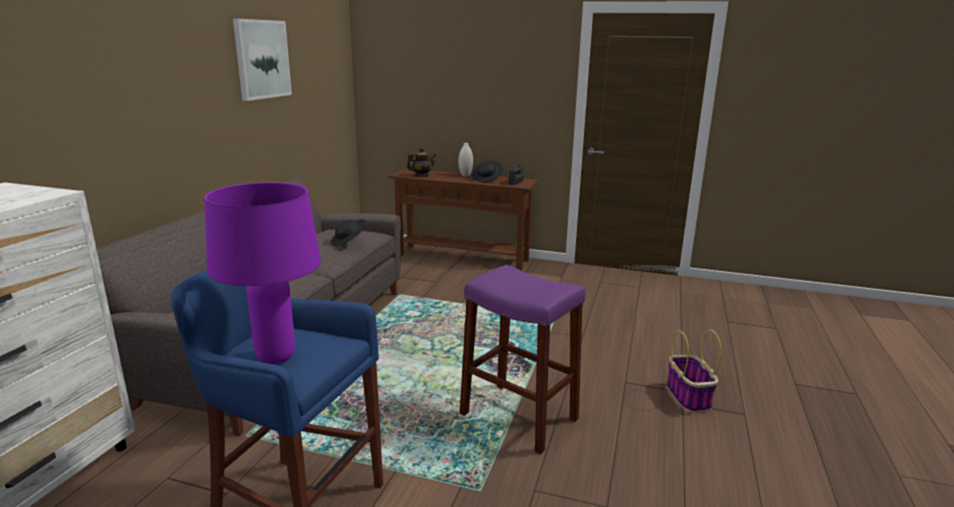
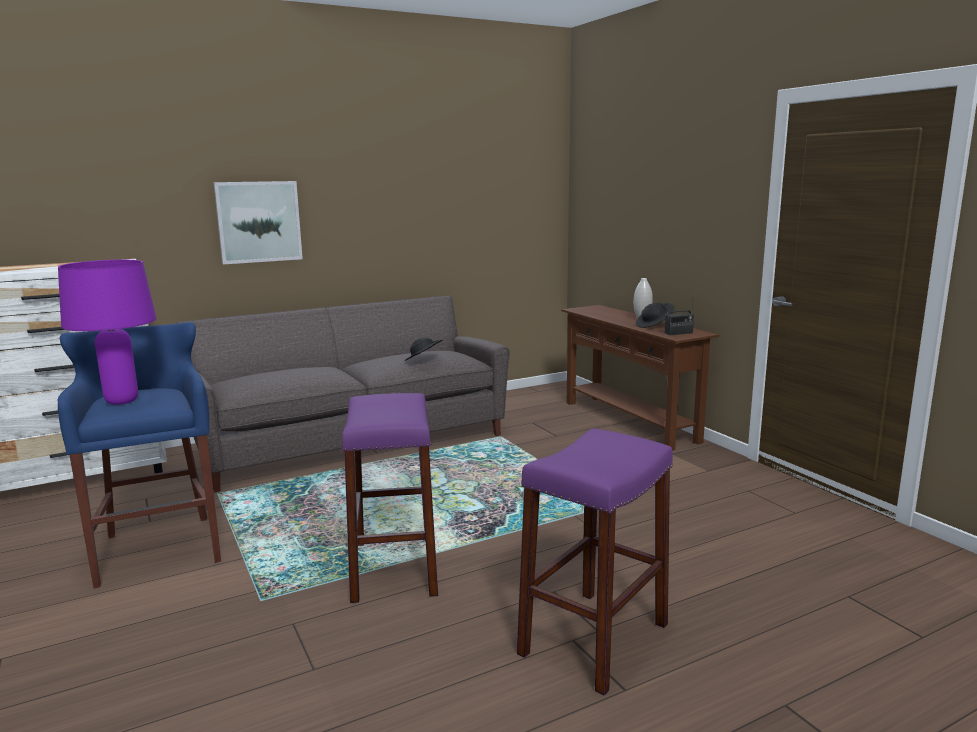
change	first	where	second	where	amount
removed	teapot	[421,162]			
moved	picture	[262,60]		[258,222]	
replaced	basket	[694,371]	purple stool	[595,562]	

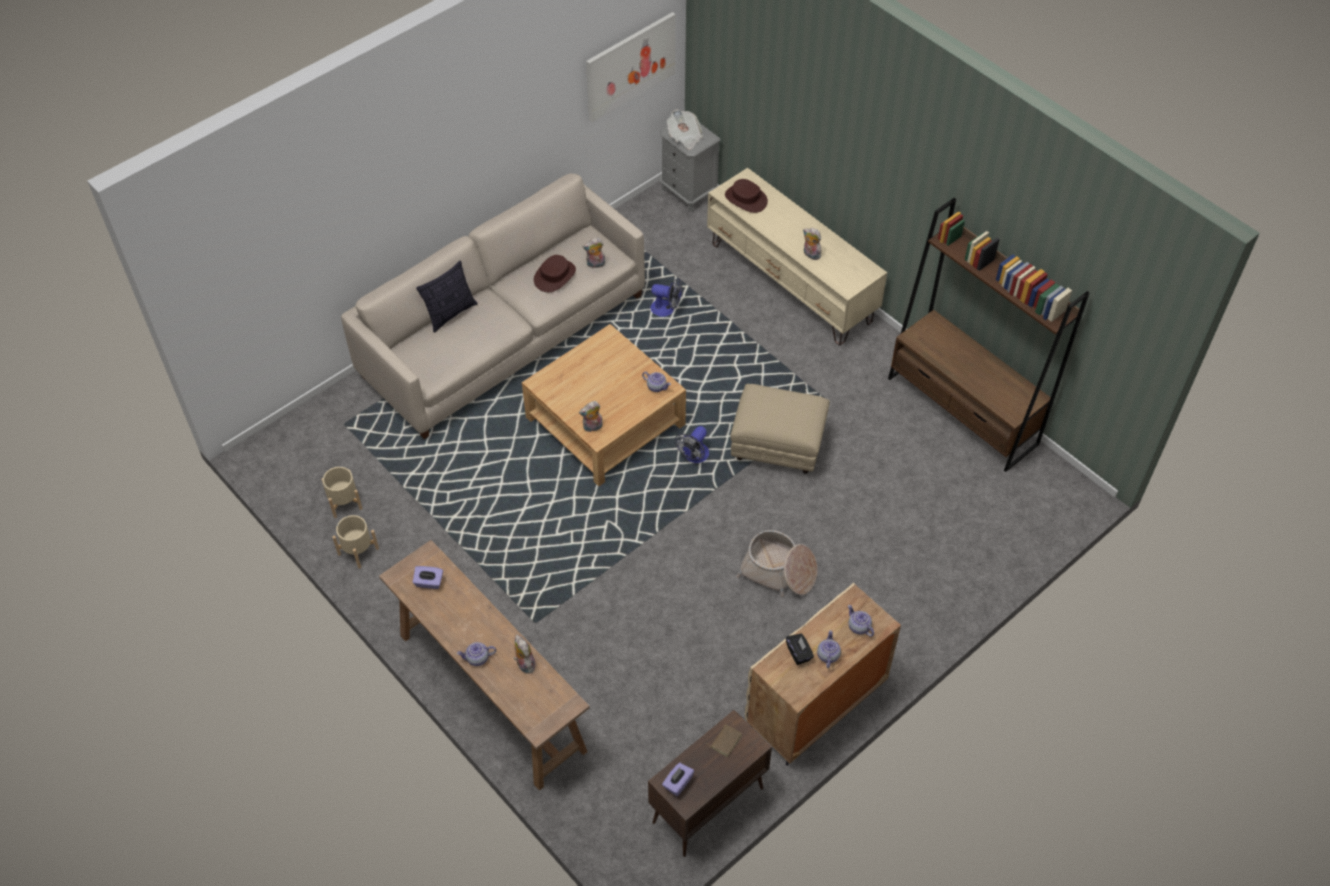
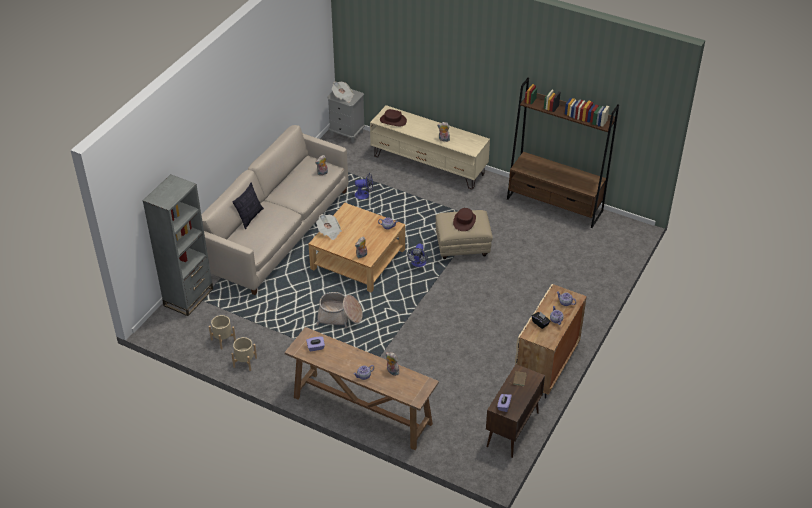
change	first	where	second	where	amount
removed	picture	[631,67]			
added			grey bookcase	[178,245]	
added			newspaper	[329,227]	
moved	brown hat	[555,273]		[464,219]	
moved	basket	[777,563]		[339,310]	

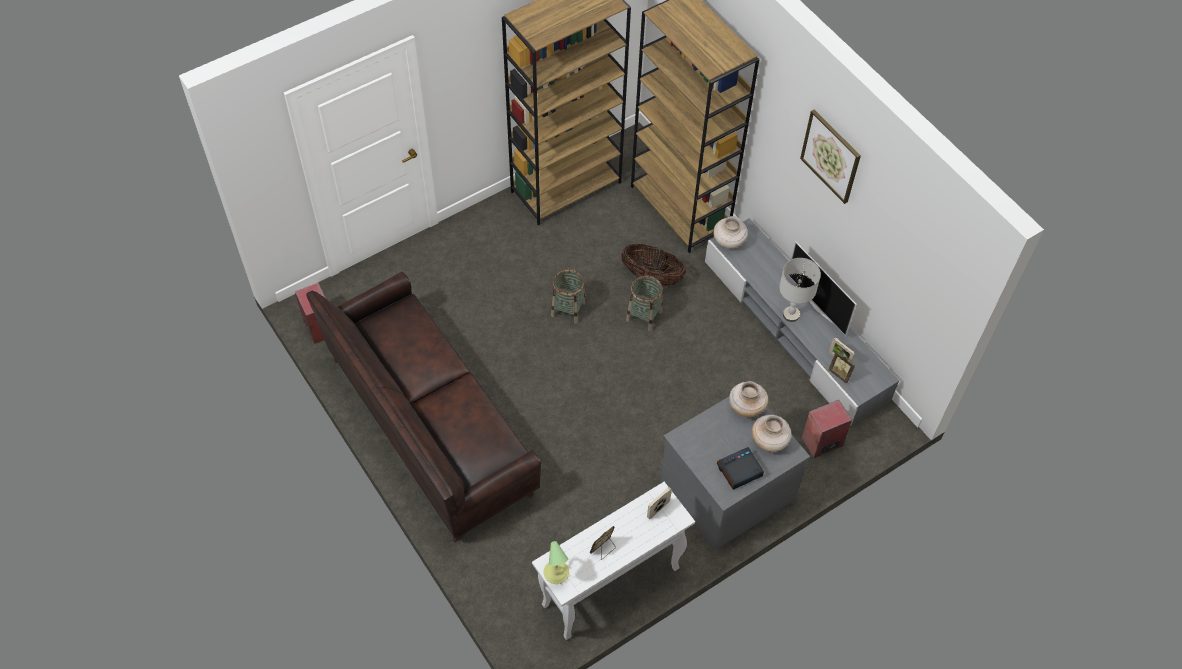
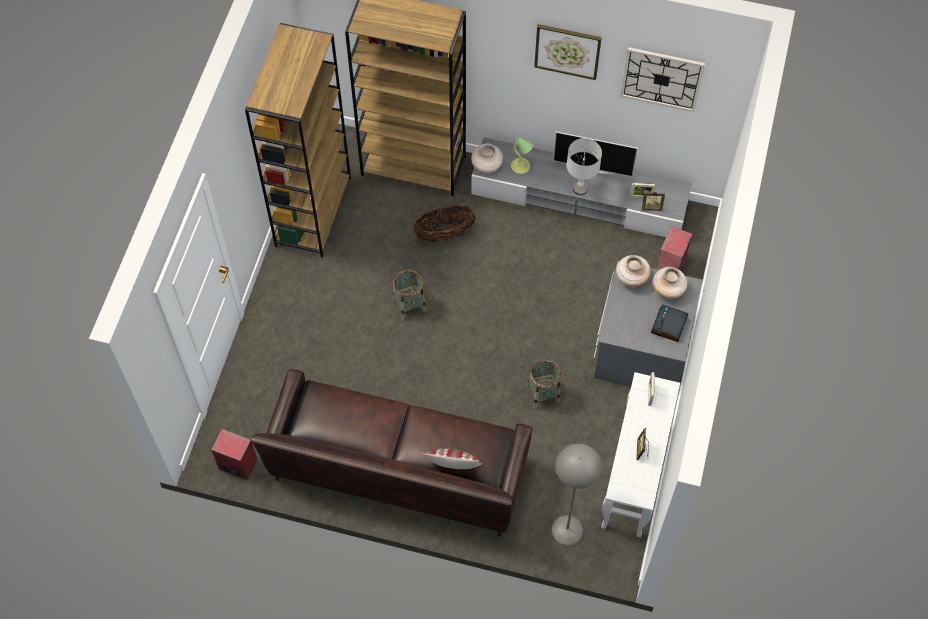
change	first	where	second	where	amount
added			pillow	[452,458]	
added			grey floor lamp	[577,494]	
added			wall clock	[662,79]	
moved	table lamp	[556,562]		[522,155]	
moved	basket	[644,303]		[544,384]	

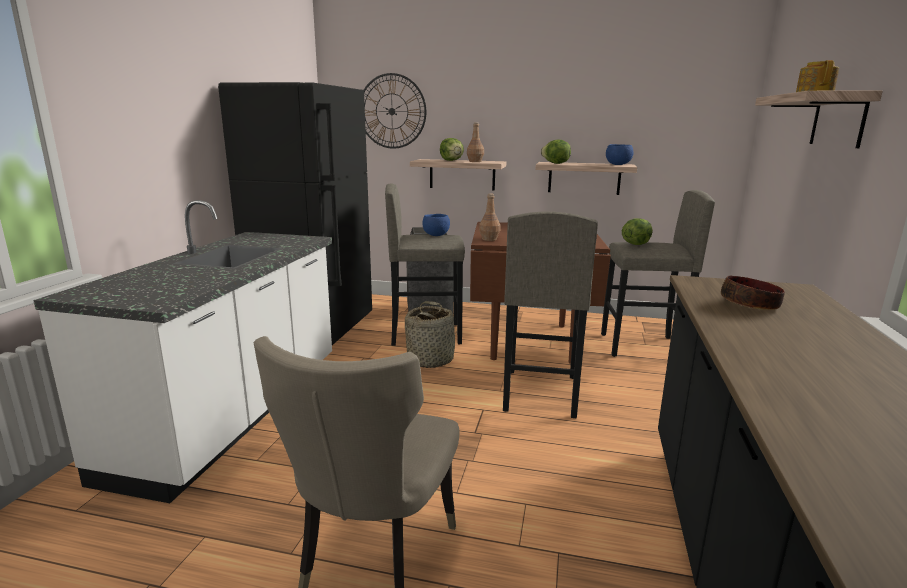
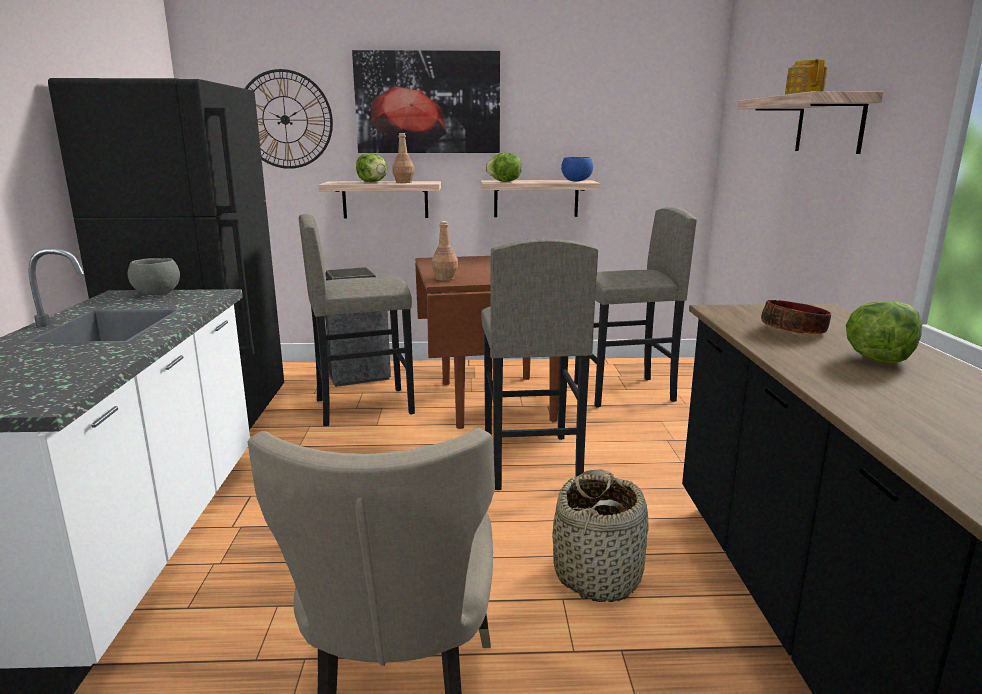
change	first	where	second	where	amount
removed	blue bowl	[436,225]			
added			grey bowl	[154,276]	
added			picture	[426,101]	
moved	basket	[431,334]		[600,535]	
moved	lettuce	[637,231]		[884,332]	

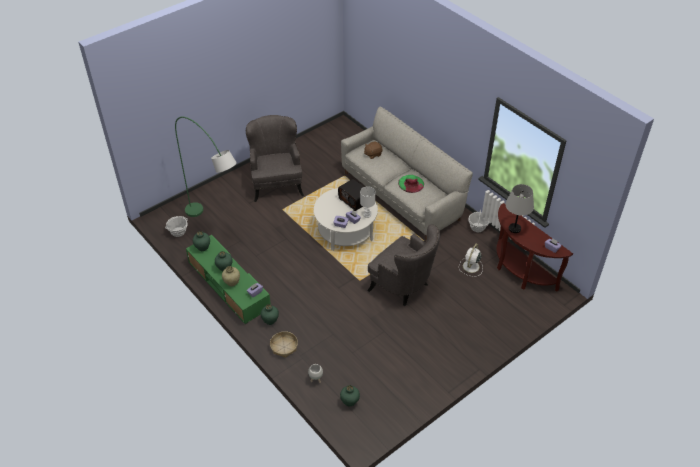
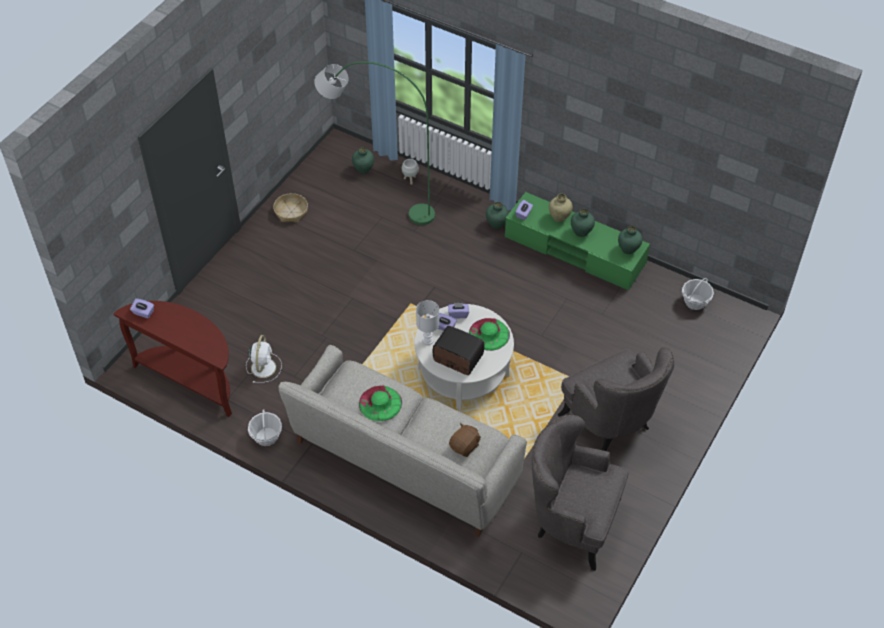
change	first	where	second	where	amount
removed	grey table lamp	[520,208]			
added			green hat	[489,334]	
moved	green floor lamp	[206,167]		[374,143]	
moved	basket	[284,344]		[290,207]	
moved	grey armchair	[404,265]		[580,493]	

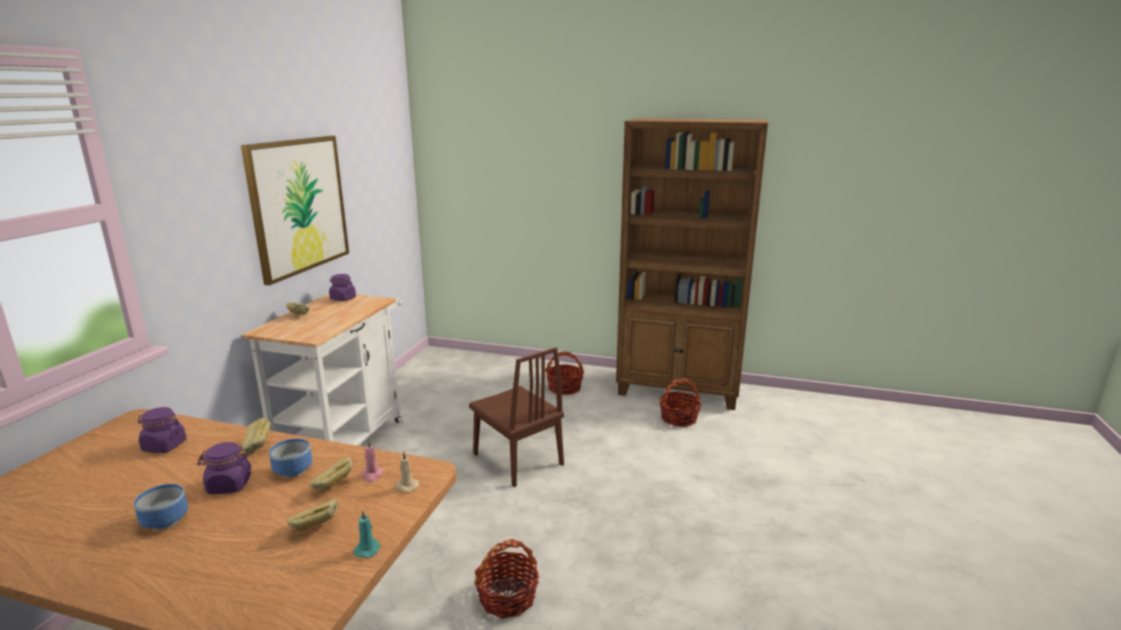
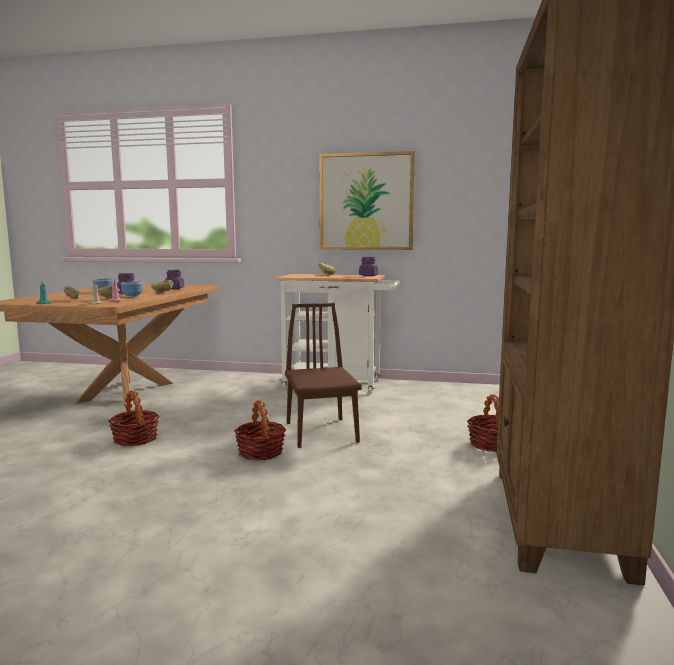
change	first	where	second	where	amount
moved	basket	[681,402]		[260,430]	
turned	brown chair	[516,417]		[323,375]	120 degrees clockwise

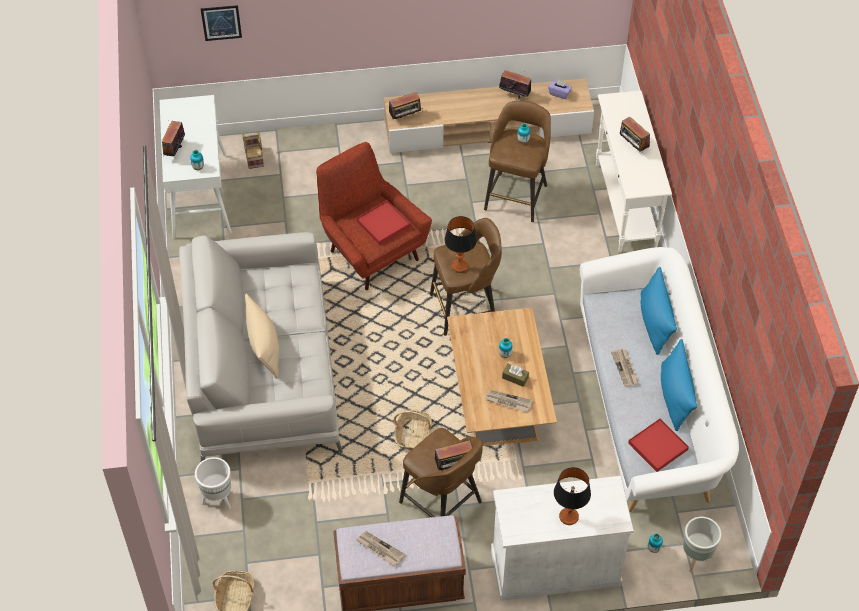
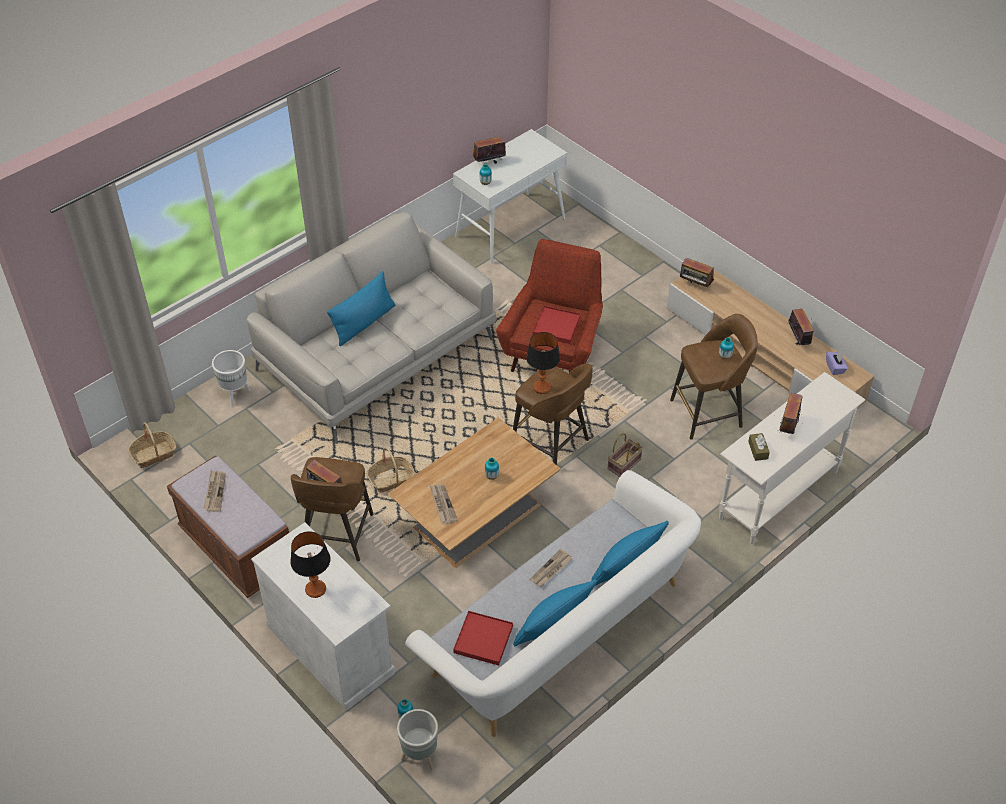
change	first	where	second	where	amount
removed	picture	[221,23]			
moved	basket	[253,150]		[625,455]	
moved	brown tissue box	[515,375]		[759,447]	
recoloured	beige pillow	[262,336]	blue pillow	[361,308]	

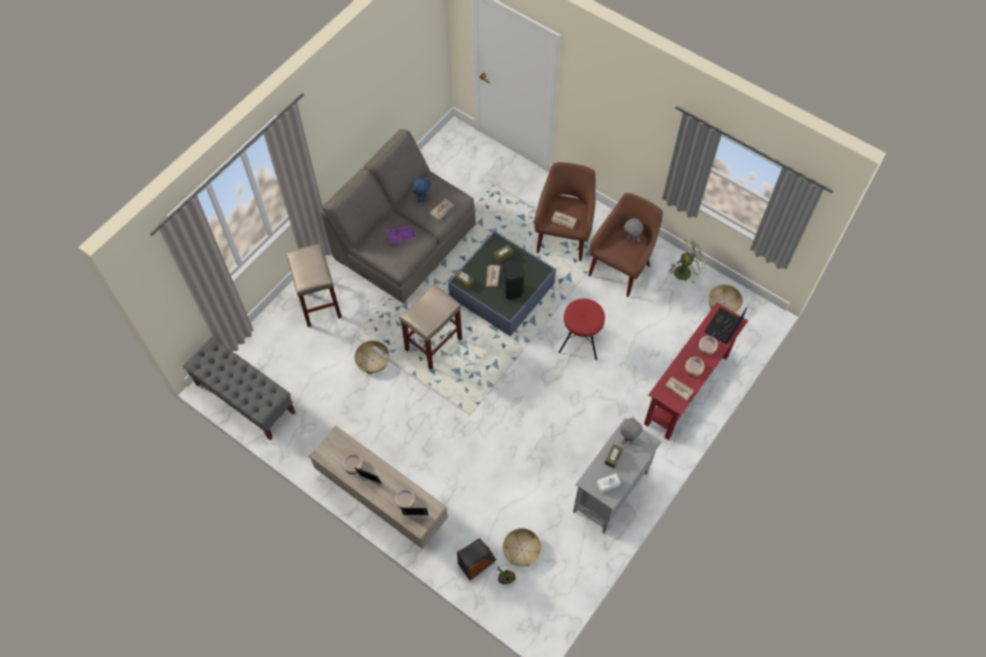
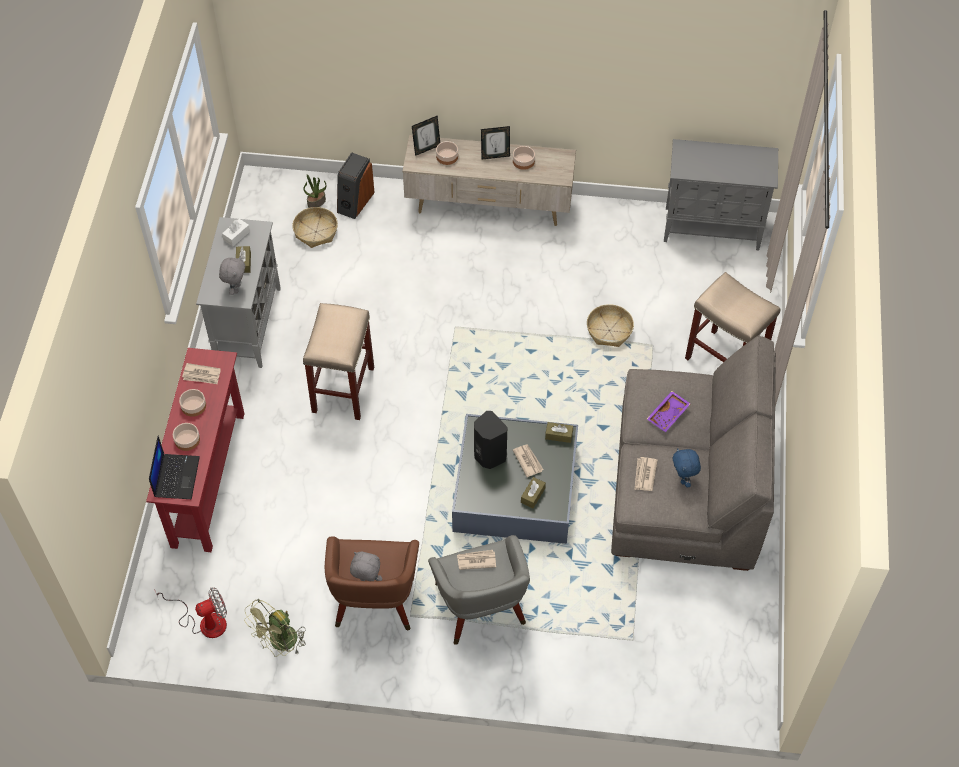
change	first	where	second	where	amount
removed	red stool	[581,329]			
moved	beige stool	[430,327]		[338,361]	
replaced	grey bench	[239,388]	grey cabinet	[721,194]	
replaced	basket	[726,298]	fan	[190,612]	
recoloured	brown armchair	[565,211]	grey armchair	[479,590]	

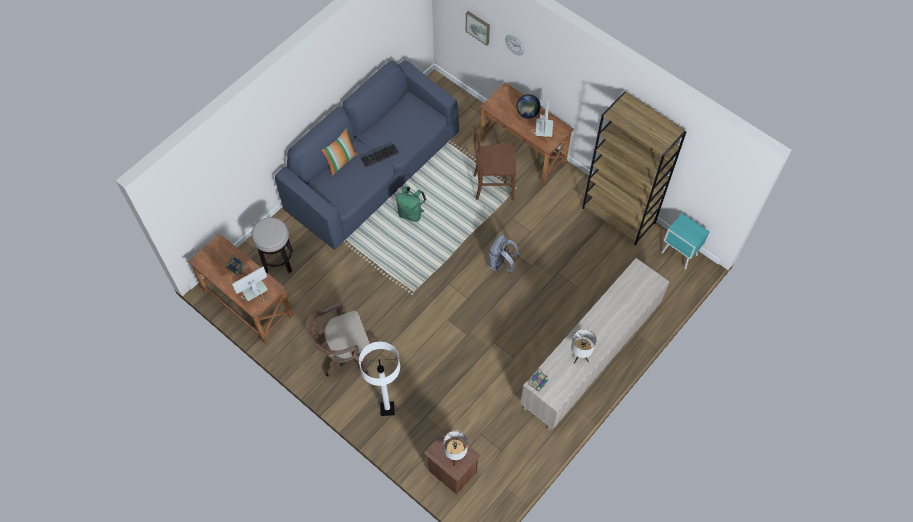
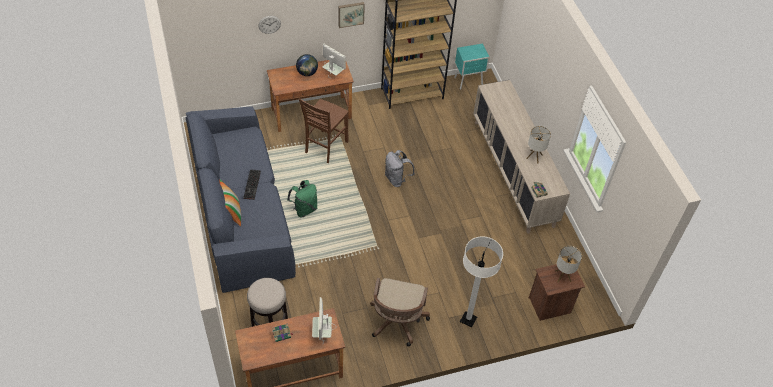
change	first	where	second	where	amount
moved	picture	[478,28]		[351,15]	

